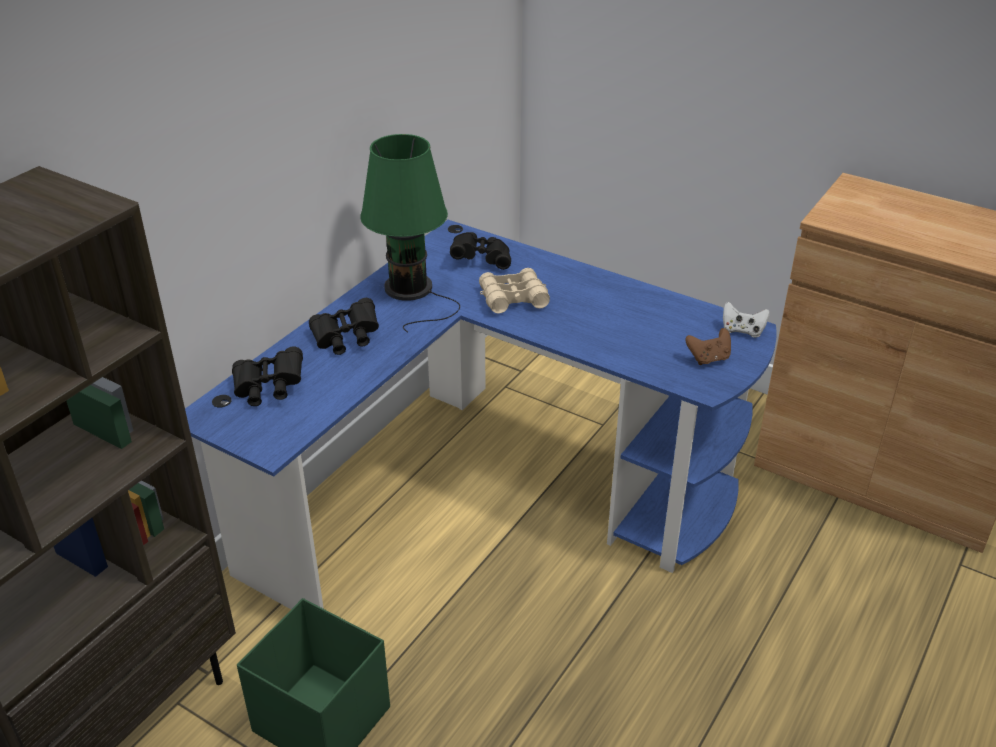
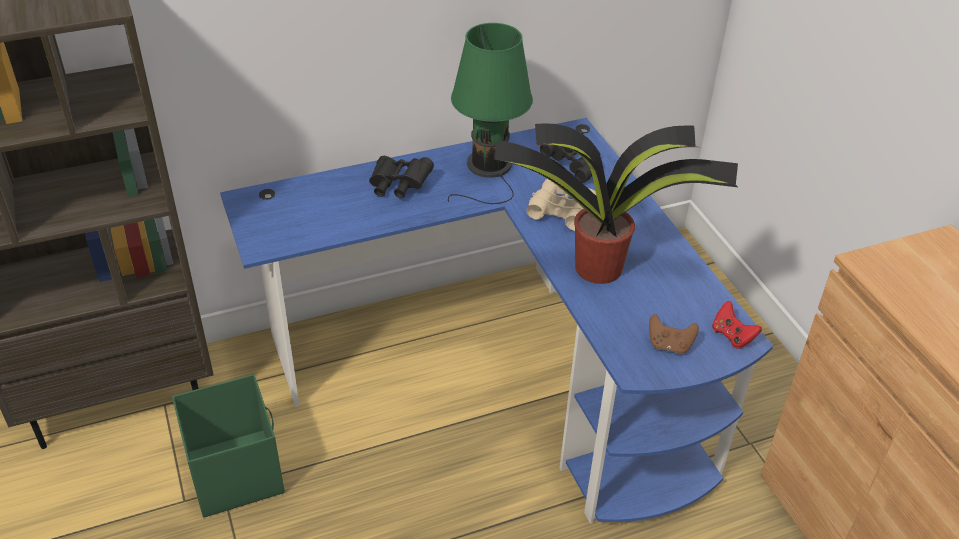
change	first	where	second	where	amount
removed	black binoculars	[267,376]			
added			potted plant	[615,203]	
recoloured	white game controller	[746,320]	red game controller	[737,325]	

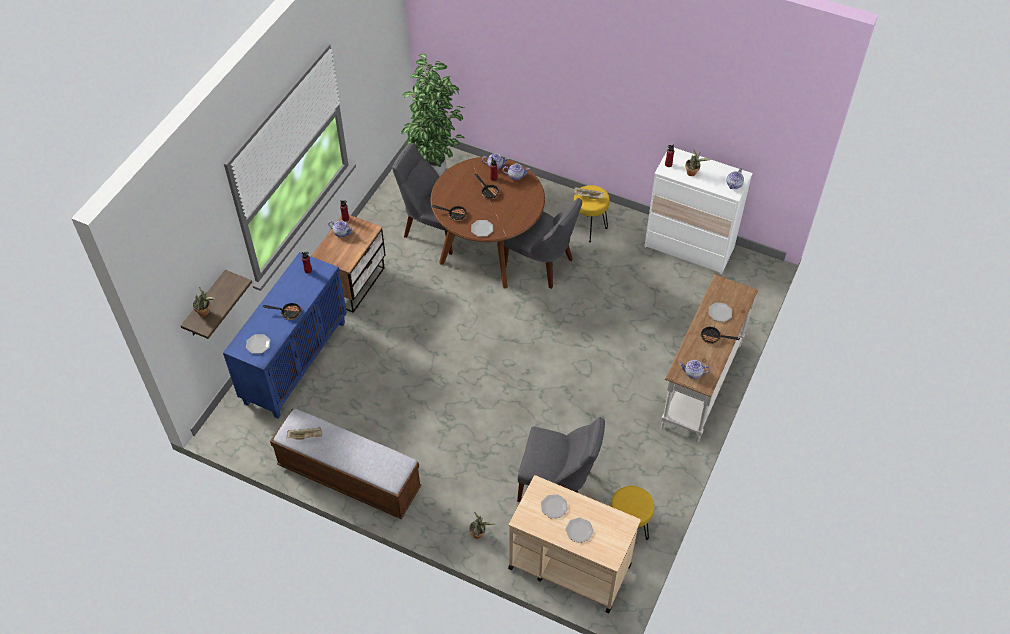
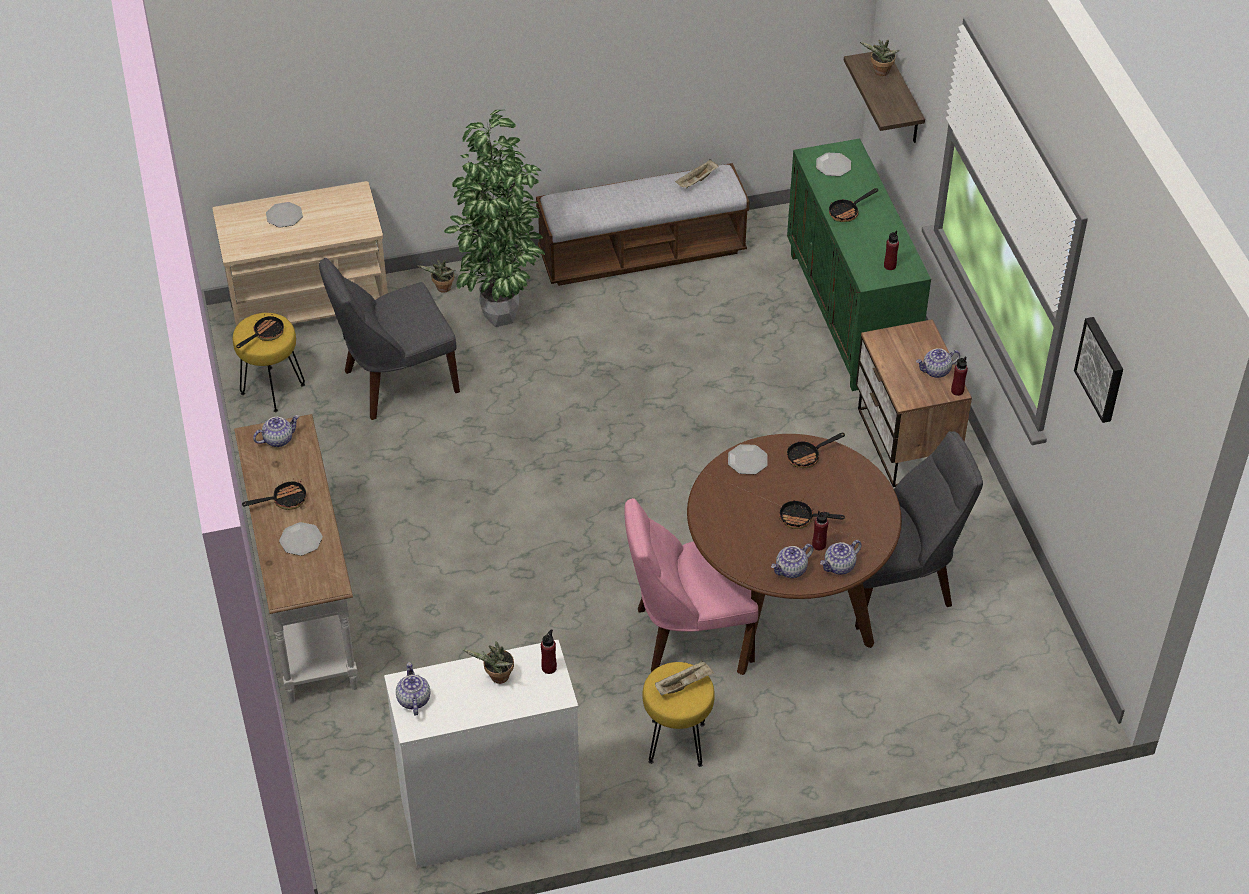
change	first	where	second	where	amount
removed	plate	[554,506]			
added			frying pan	[260,331]	
added			picture	[1098,370]	
moved	potted plant	[433,115]		[494,218]	
recoloured	blue cabinet	[285,335]	green cabinet	[859,265]	
recoloured	grey chair	[543,243]	pink chair	[691,585]	

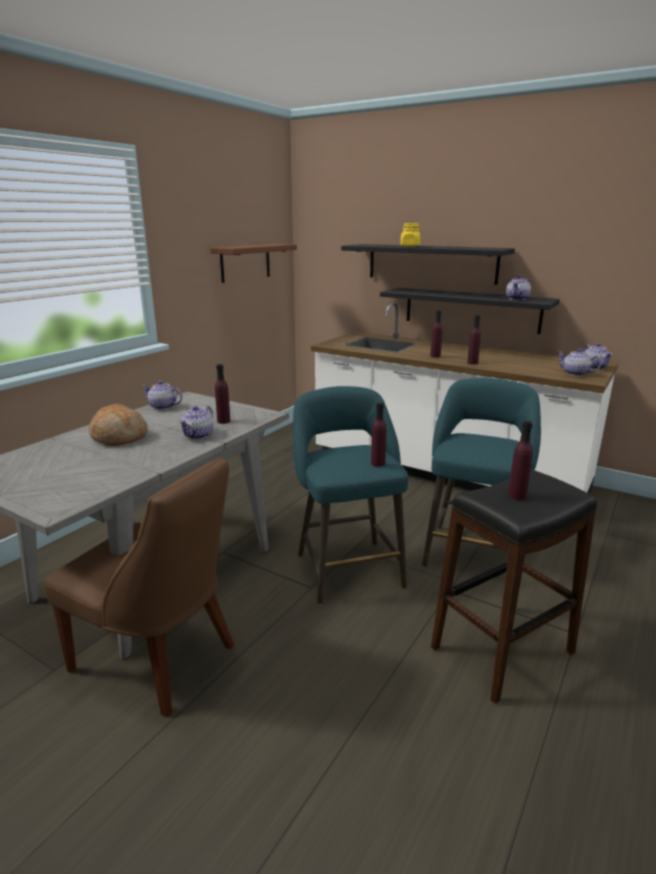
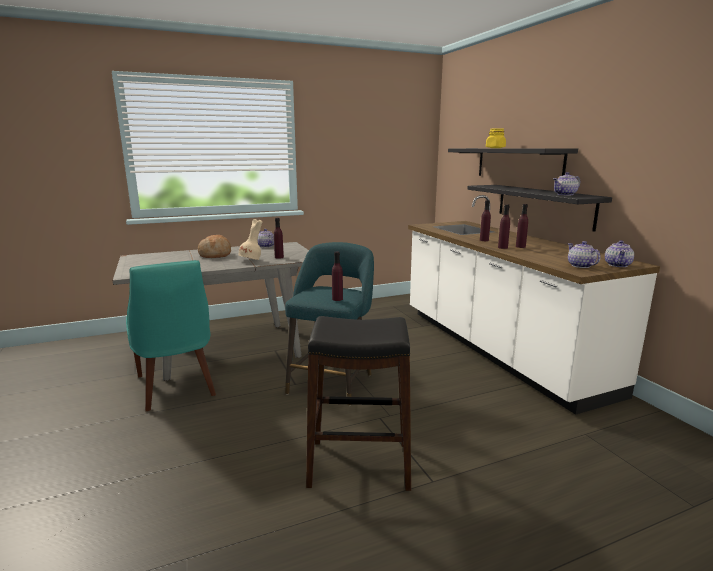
change	first	where	second	where	amount
removed	brown shelf	[254,263]			
removed	turquoise stool	[481,473]			
moved	purple bottle	[520,460]		[522,226]	
replaced	teapot	[196,422]	beige vase	[250,239]	
recoloured	brown chair	[139,587]	turquoise chair	[171,335]	

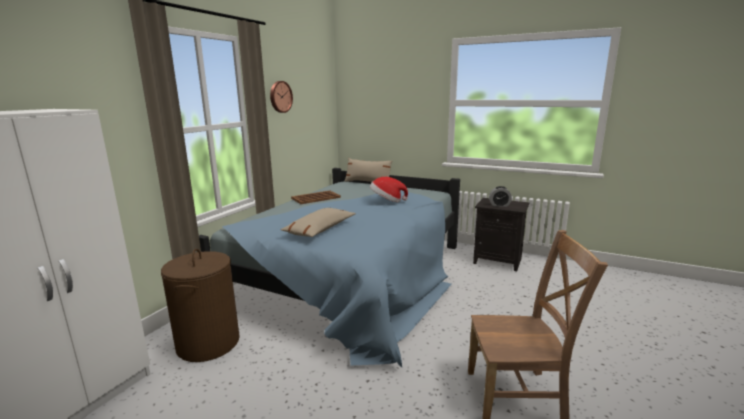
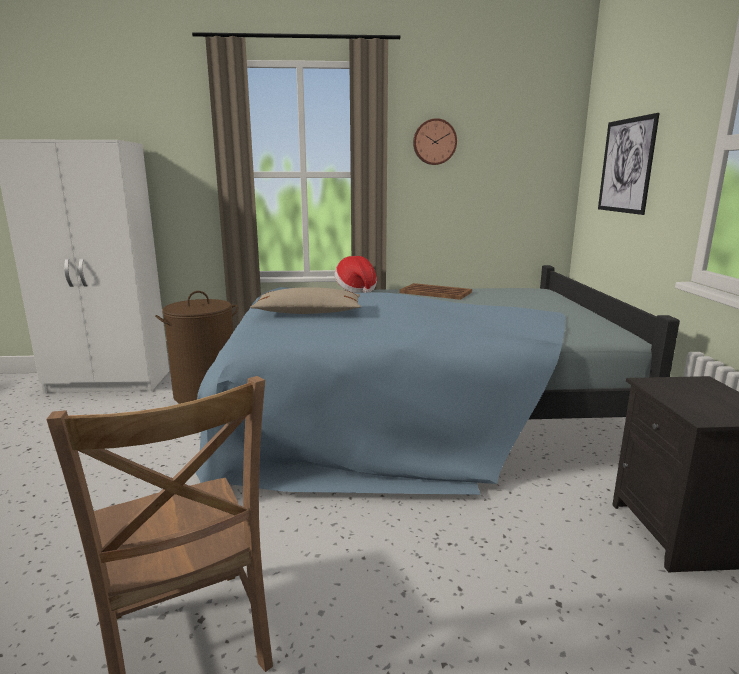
change	first	where	second	where	amount
removed	beige pillow	[368,170]			
removed	alarm clock	[500,196]			
added			picture	[629,164]	
moved	hat	[389,189]		[355,274]	

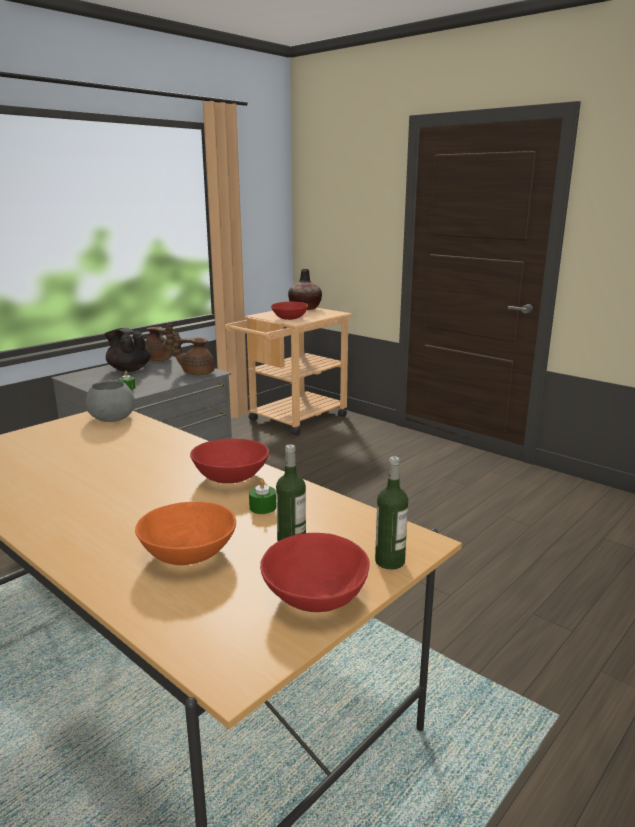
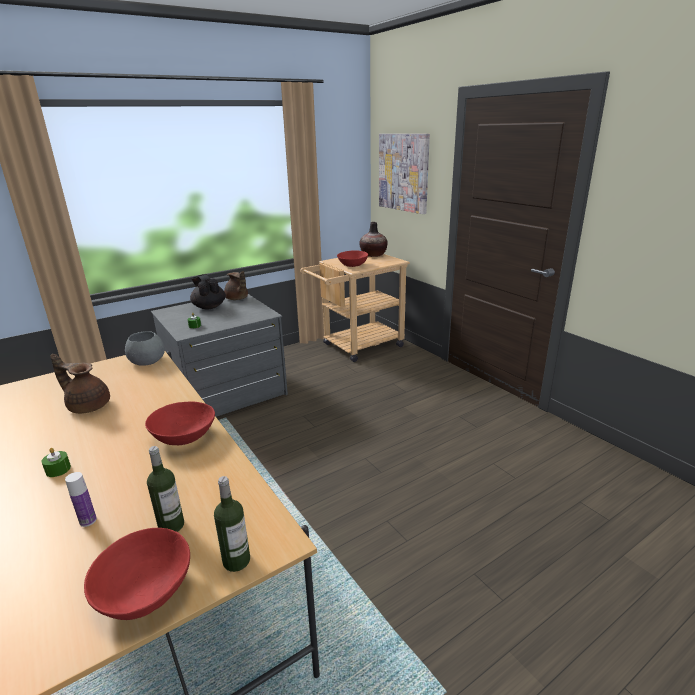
change	first	where	second	where	amount
added			picture	[404,174]	
moved	brown teapot	[193,353]		[80,384]	
moved	green candle	[262,496]		[56,462]	
replaced	orange bowl	[185,533]	bottle	[81,499]	

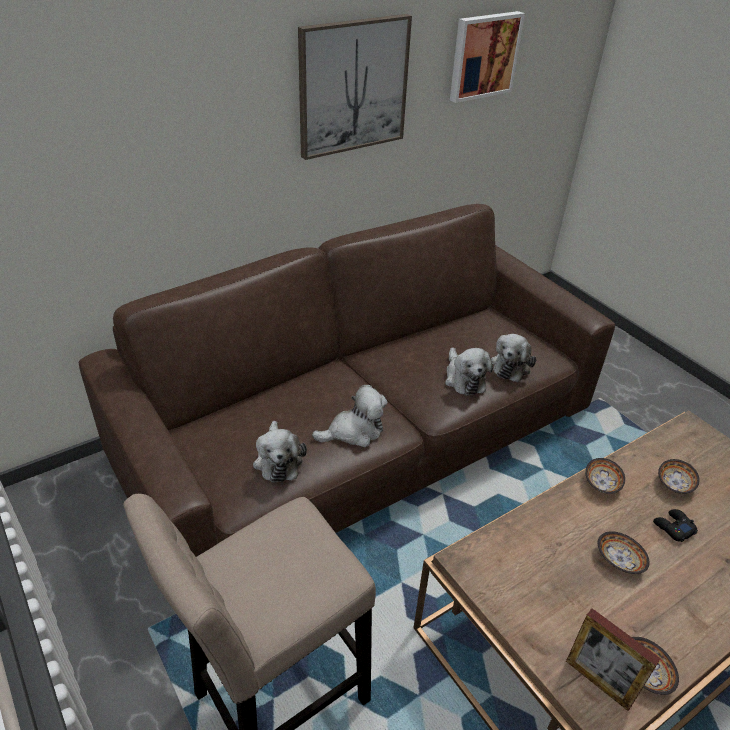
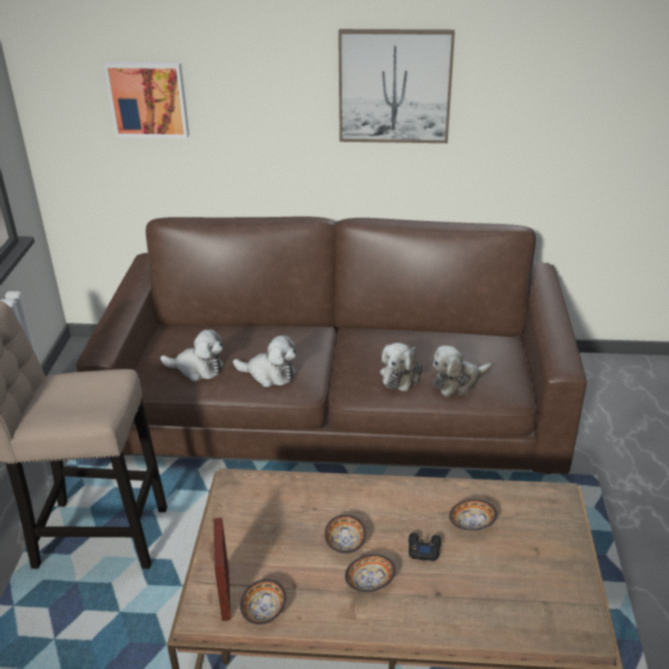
change	first	where	second	where	amount
moved	picture	[487,57]		[146,100]	
moved	bowl	[605,476]		[370,573]	
turned	plush toy	[280,452]		[192,355]	105 degrees counterclockwise

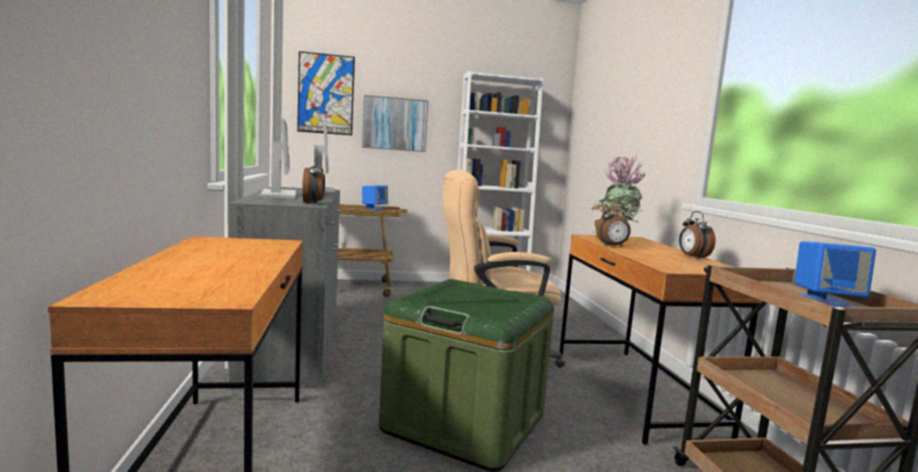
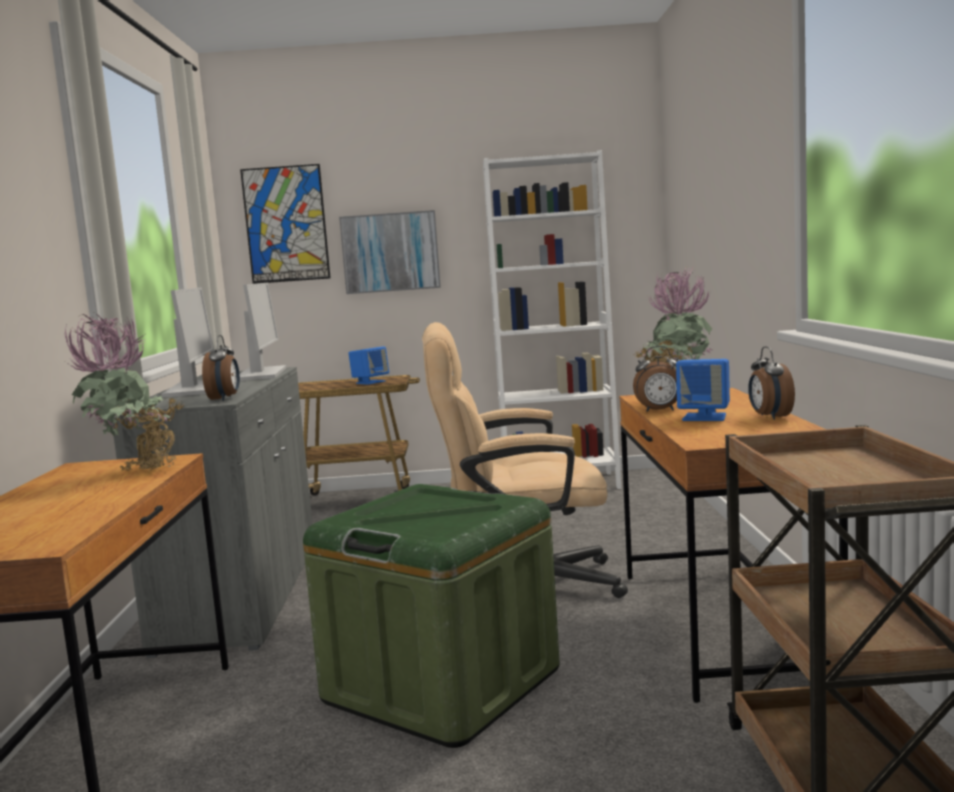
change	first	where	second	where	amount
added			potted plant	[124,392]	
moved	blue speaker	[835,274]		[703,390]	

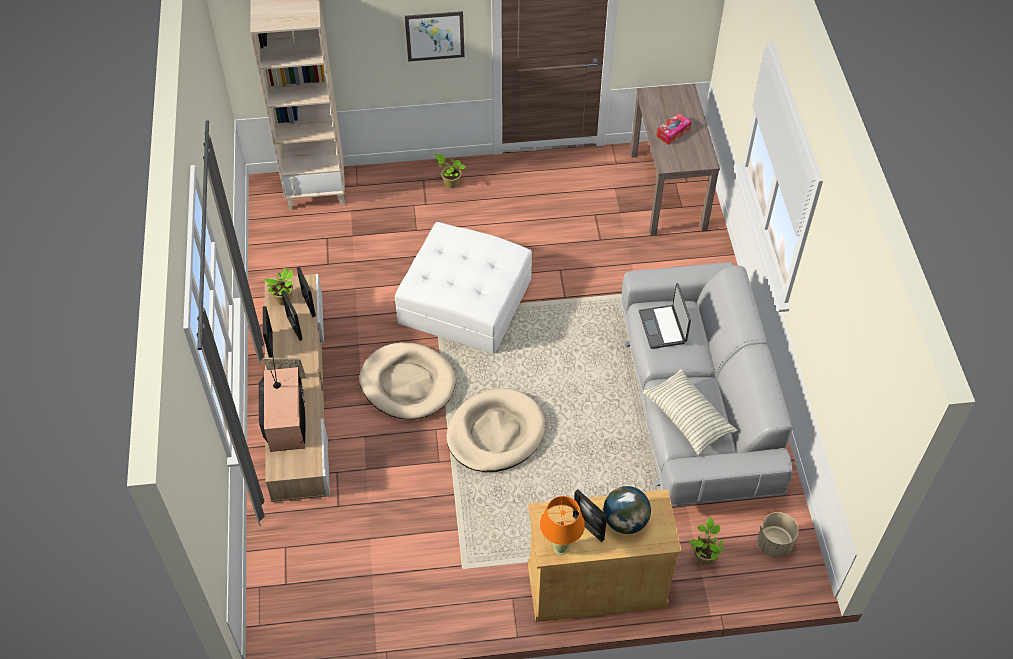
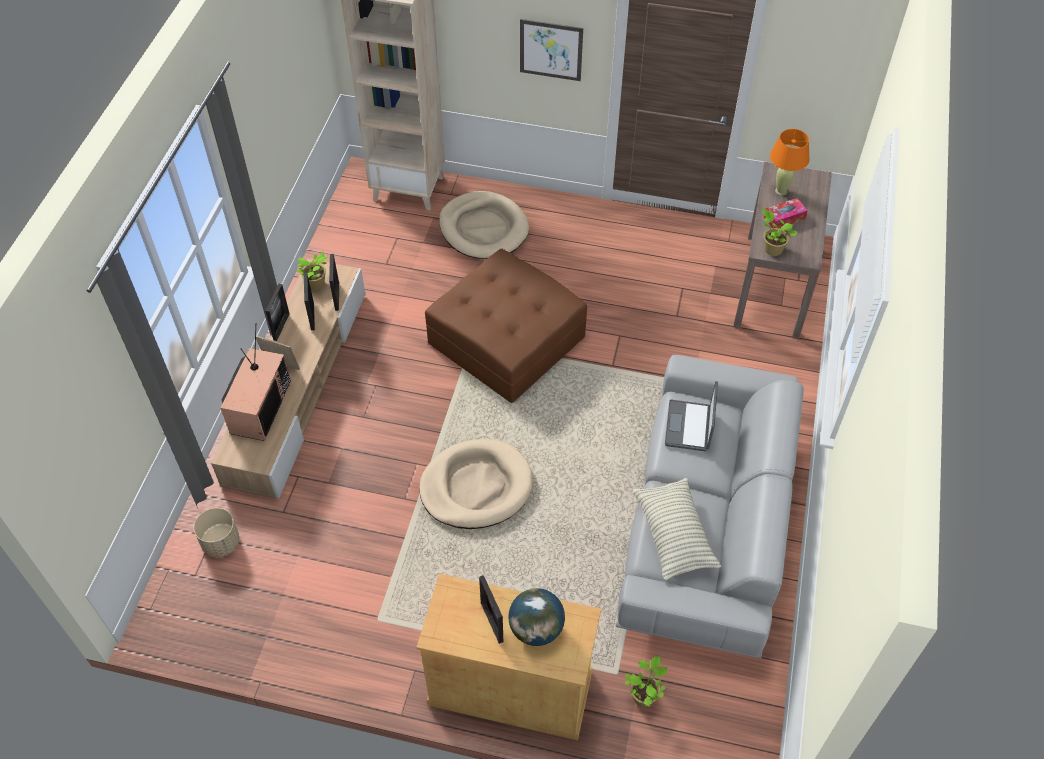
change	first	where	second	where	amount
moved	beige dog bed	[407,380]		[484,225]	
moved	potted plant	[450,171]		[780,232]	
moved	orange table lamp	[562,525]		[790,162]	
moved	beige planter	[778,535]		[217,532]	
recoloured	white ottoman	[463,288]	brown ottoman	[506,326]	

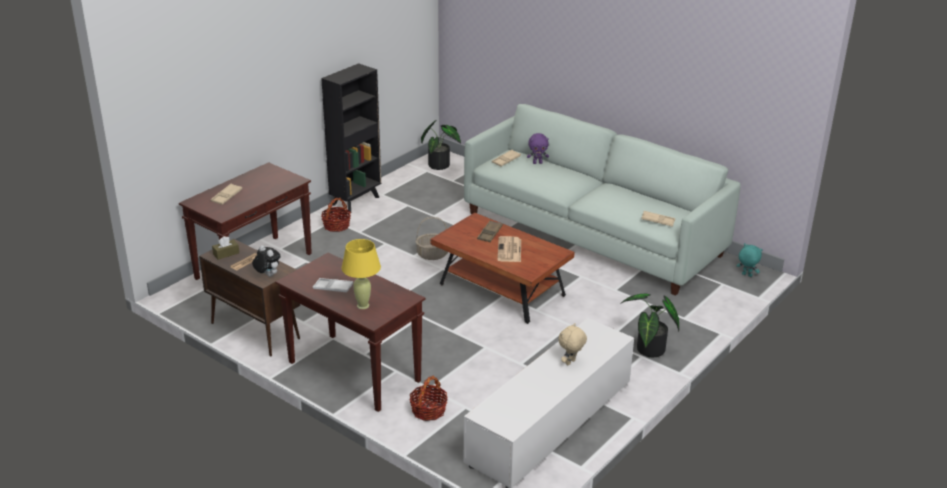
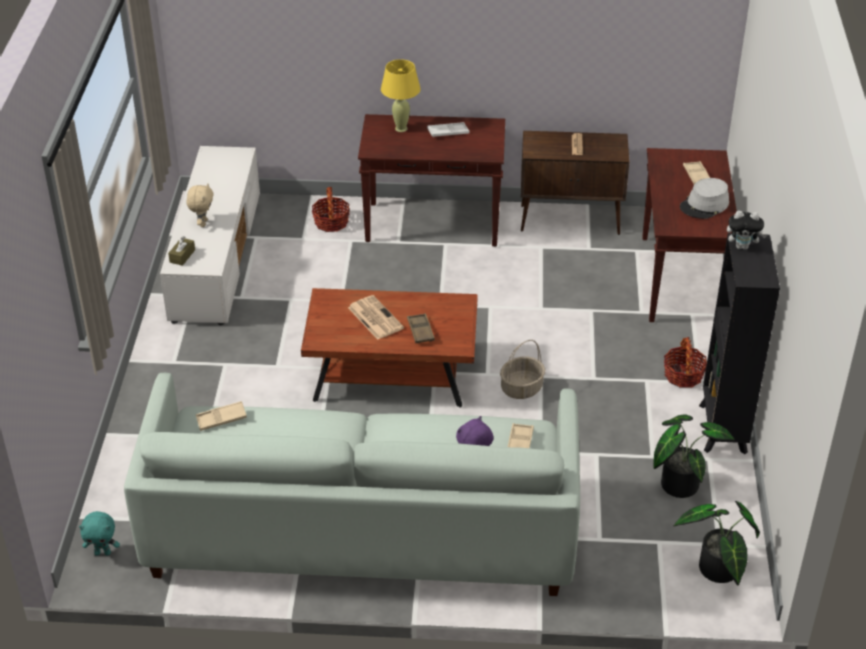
change	first	where	second	where	amount
added			grey hat	[704,198]	
moved	brown tissue box	[225,248]		[181,251]	
moved	plush toy	[266,261]		[747,230]	
moved	potted plant	[649,325]		[694,456]	

